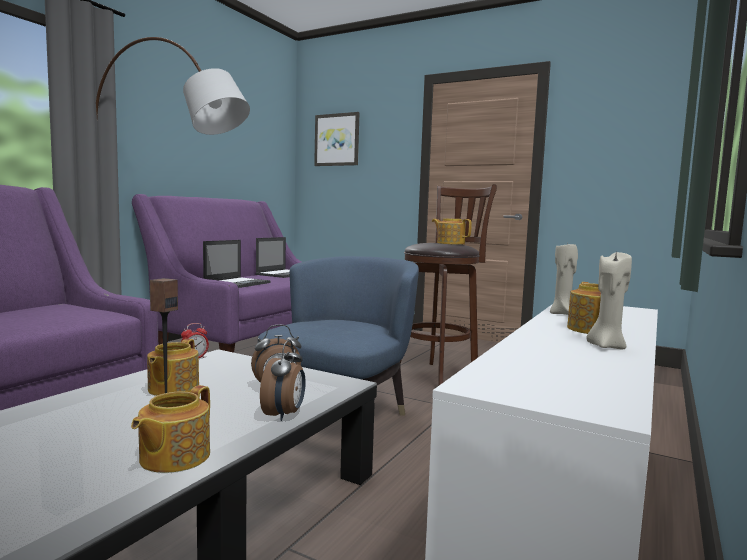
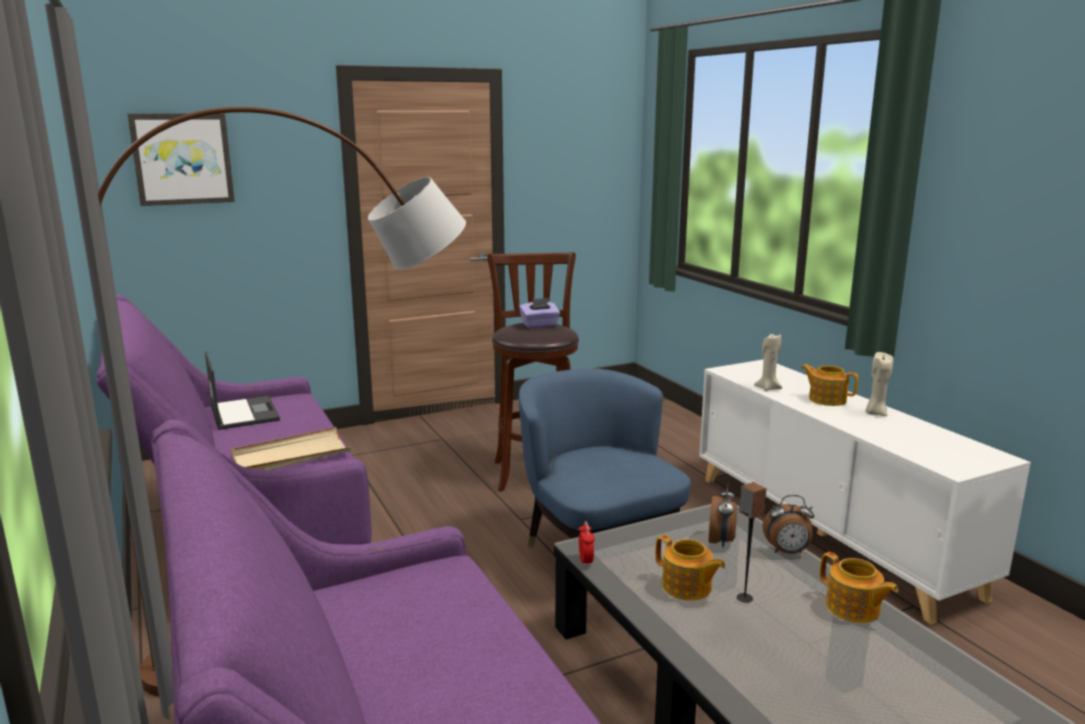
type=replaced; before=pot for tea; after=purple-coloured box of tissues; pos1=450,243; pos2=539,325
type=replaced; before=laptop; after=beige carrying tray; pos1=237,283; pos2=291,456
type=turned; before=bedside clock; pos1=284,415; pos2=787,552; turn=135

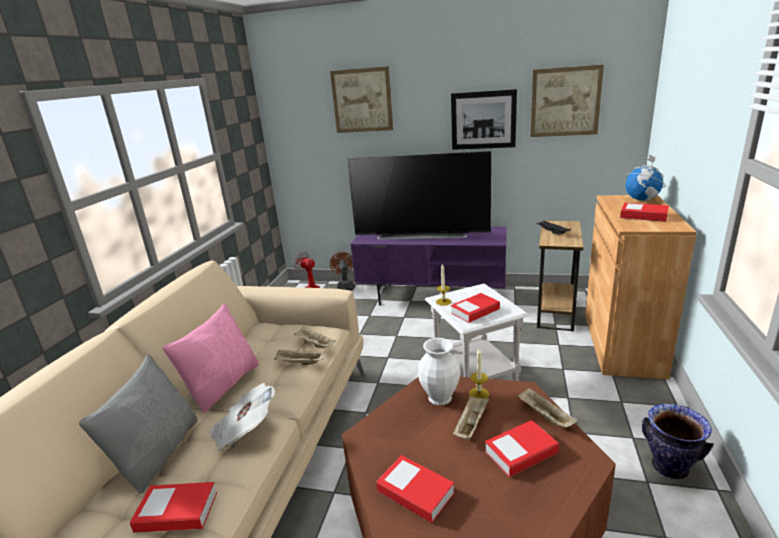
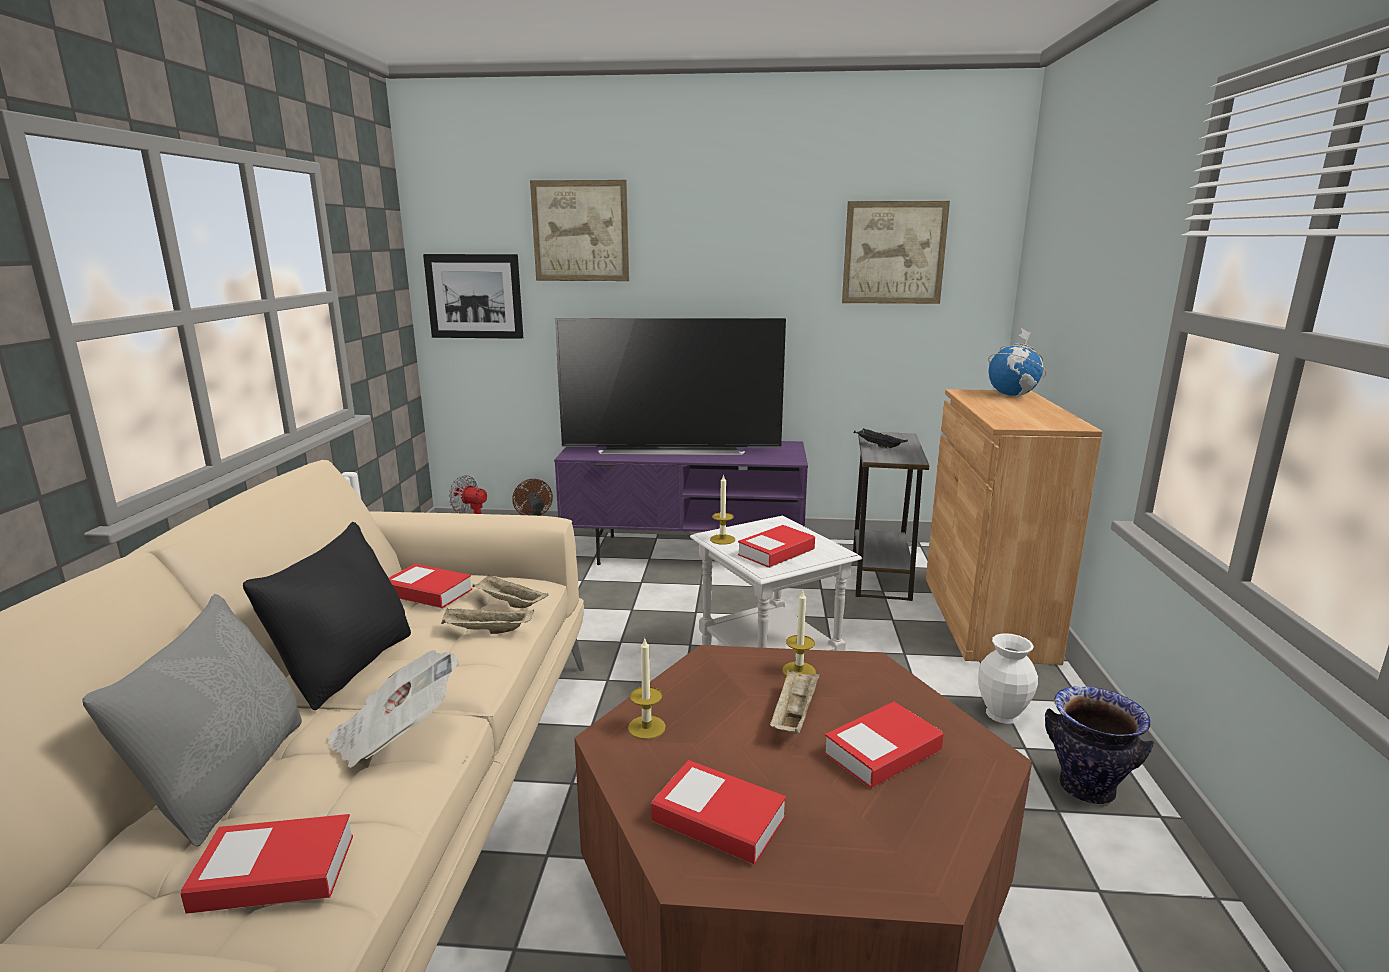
type=moved; before=picture; pos1=483,120; pos2=474,296
type=moved; before=book; pos1=643,216; pos2=428,592
type=recoloured; before=brownish accent table; after=greyish accent table; pos1=555,312; pos2=880,575
type=recoloured; before=pink-coloured throw pillow; after=black throw pillow; pos1=224,385; pos2=348,667
type=moved; before=whitish flower vase; pos1=439,396; pos2=1001,713
type=removed; before=beige carrying tray; pos1=544,416
type=added; after=wax light; pos2=646,727

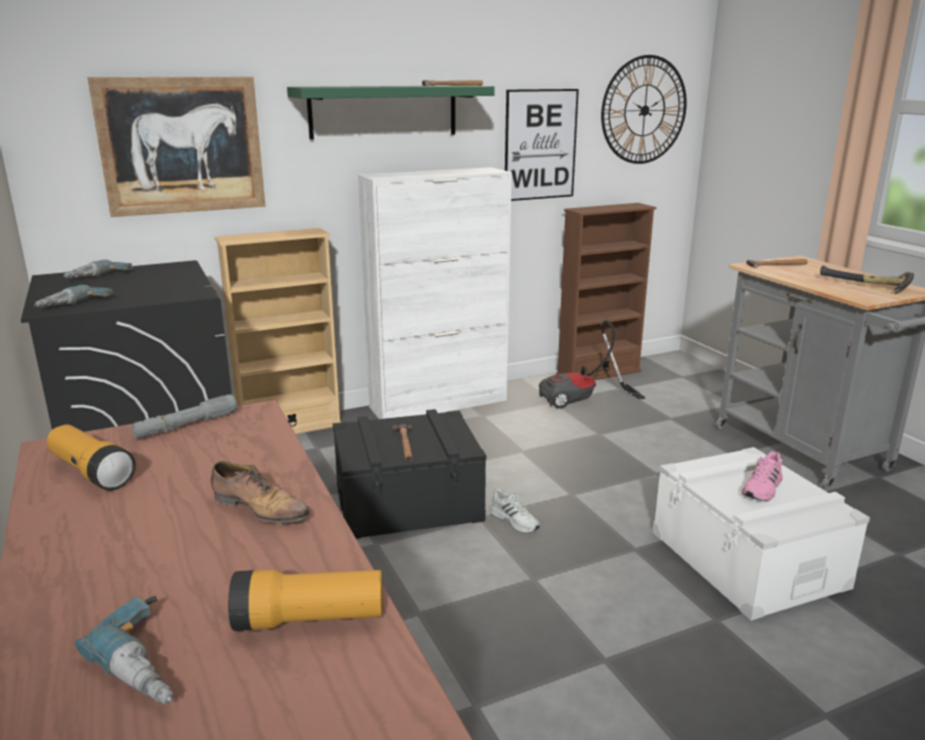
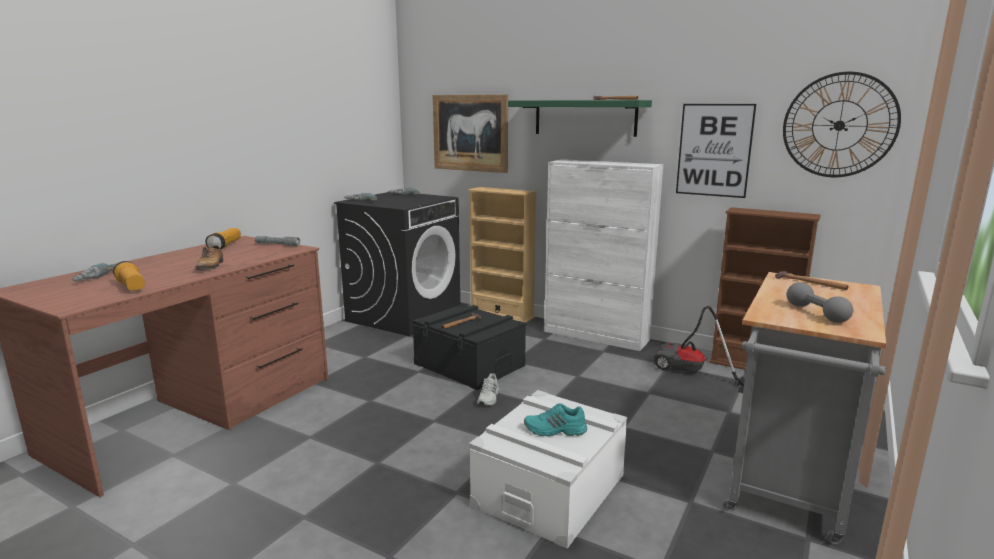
type=replaced; before=hand hammer; after=greyish dumbbell; pos1=864,286; pos2=816,313
type=recoloured; before=pink-coloured low shoe; after=turquoise low shoe; pos1=763,489; pos2=555,430

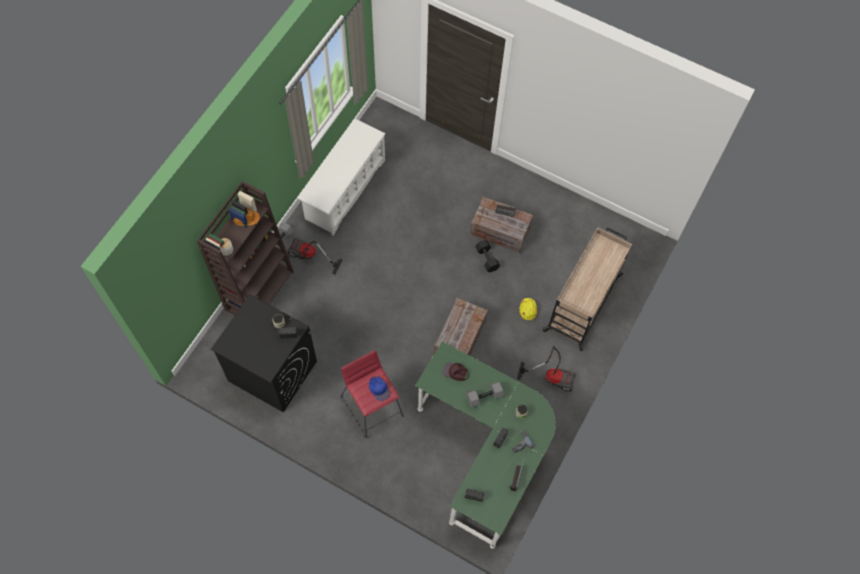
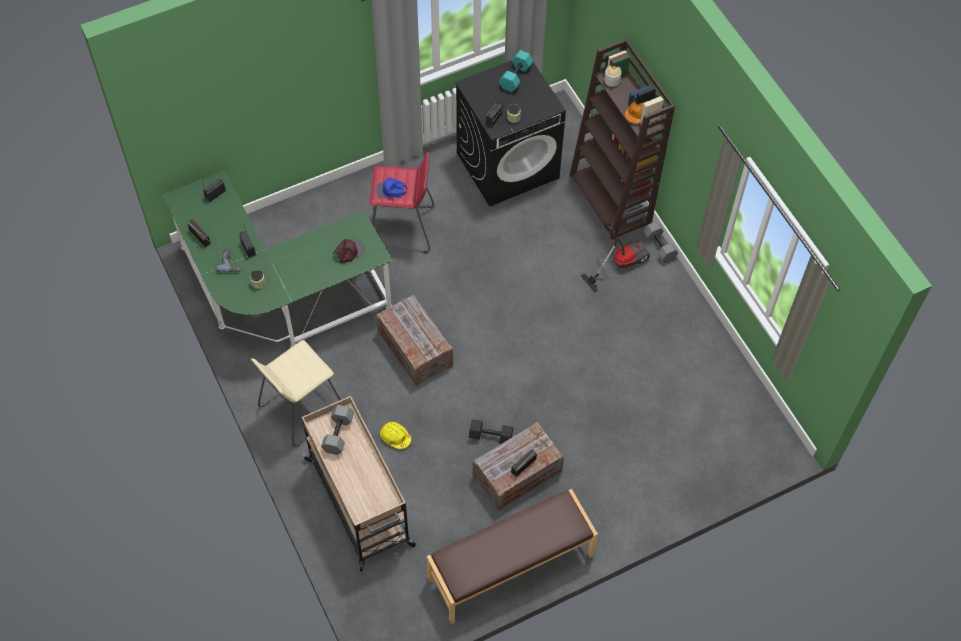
type=removed; before=whitish shoe rack; pos1=345,189
type=replaced; before=hoover; after=beige stool seat; pos1=551,376; pos2=301,409
type=moved; before=greyish dumbbell; pos1=484,396; pos2=339,434
type=added; after=turquoise dumbbell; pos2=515,76
type=added; after=brownish long seat; pos2=511,567

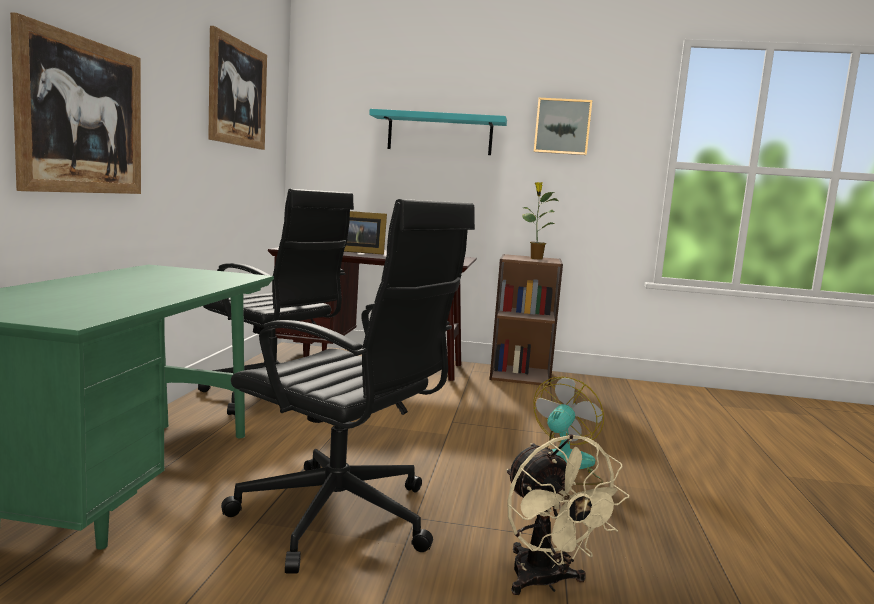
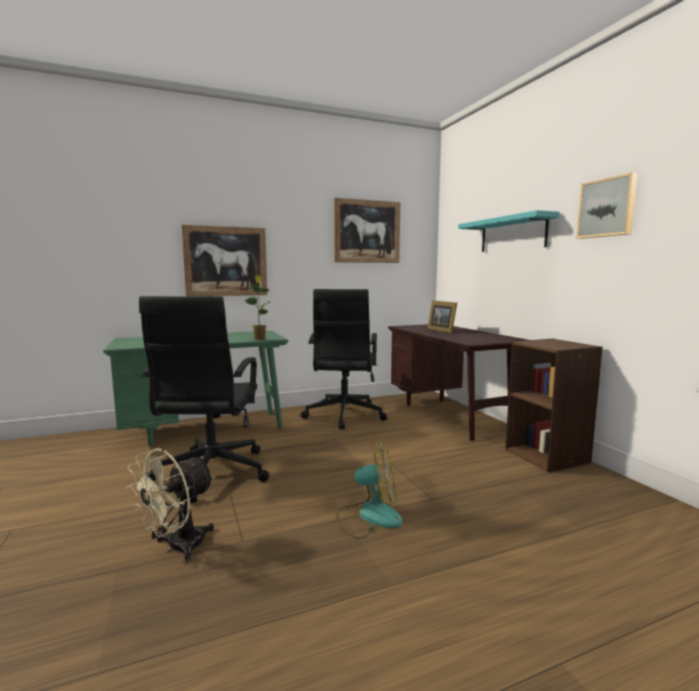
type=moved; before=plant in a pot; pos1=535,258; pos2=259,339

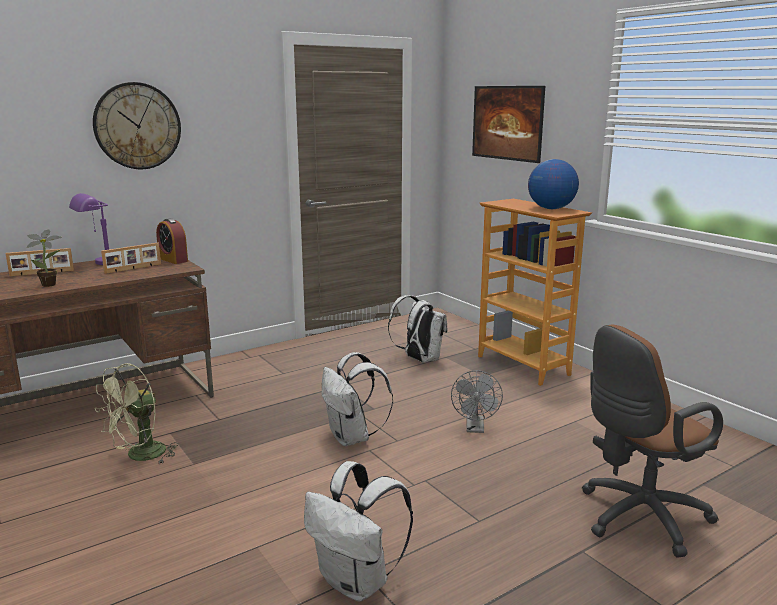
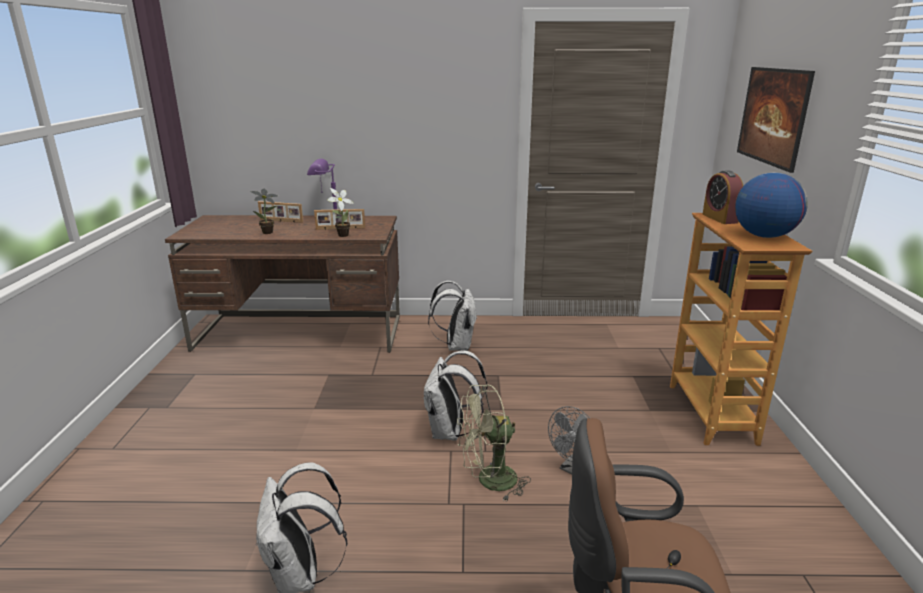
type=removed; before=hanging clock; pos1=137,126
type=moved; before=bedside clock; pos1=173,260; pos2=719,218
type=moved; before=whitish knapsack; pos1=419,359; pos2=456,346
type=moved; before=green-coloured fan; pos1=140,456; pos2=489,482
type=added; after=plant in a pot; pos2=341,235

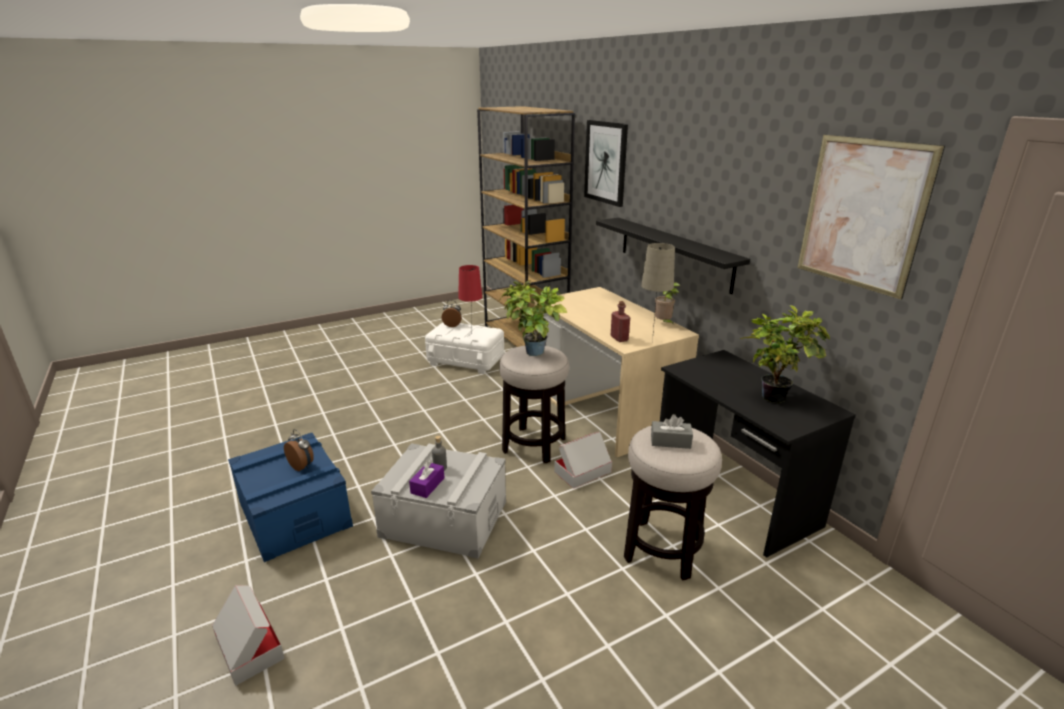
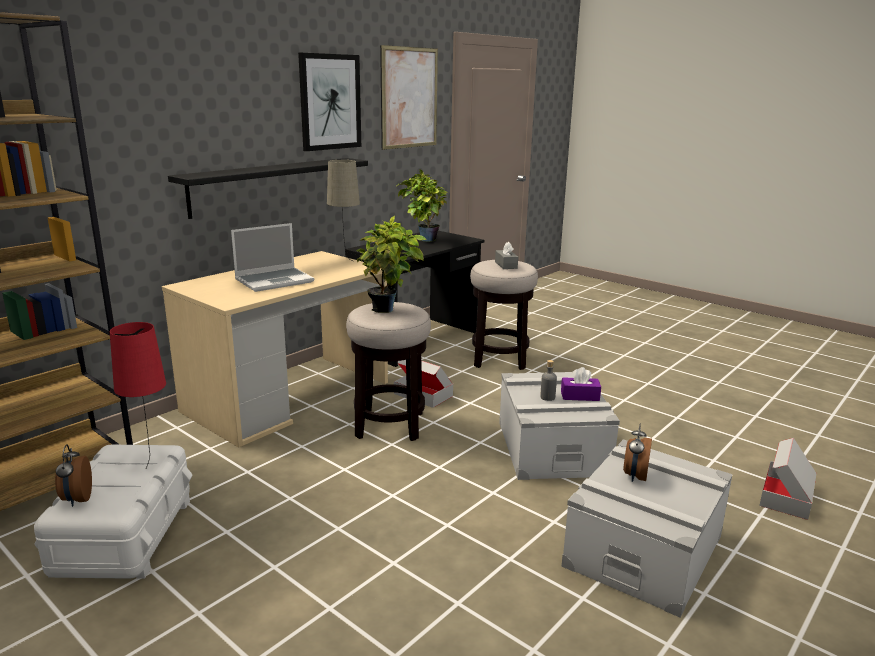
type=moved; before=picture; pos1=606,162; pos2=330,102
type=removed; before=plant in a pot; pos1=663,323
type=removed; before=red-coloured bottle; pos1=619,338
type=recoloured; before=bluish storage container; after=greyish storage container; pos1=294,514; pos2=644,551
type=added; after=laptop; pos2=275,281

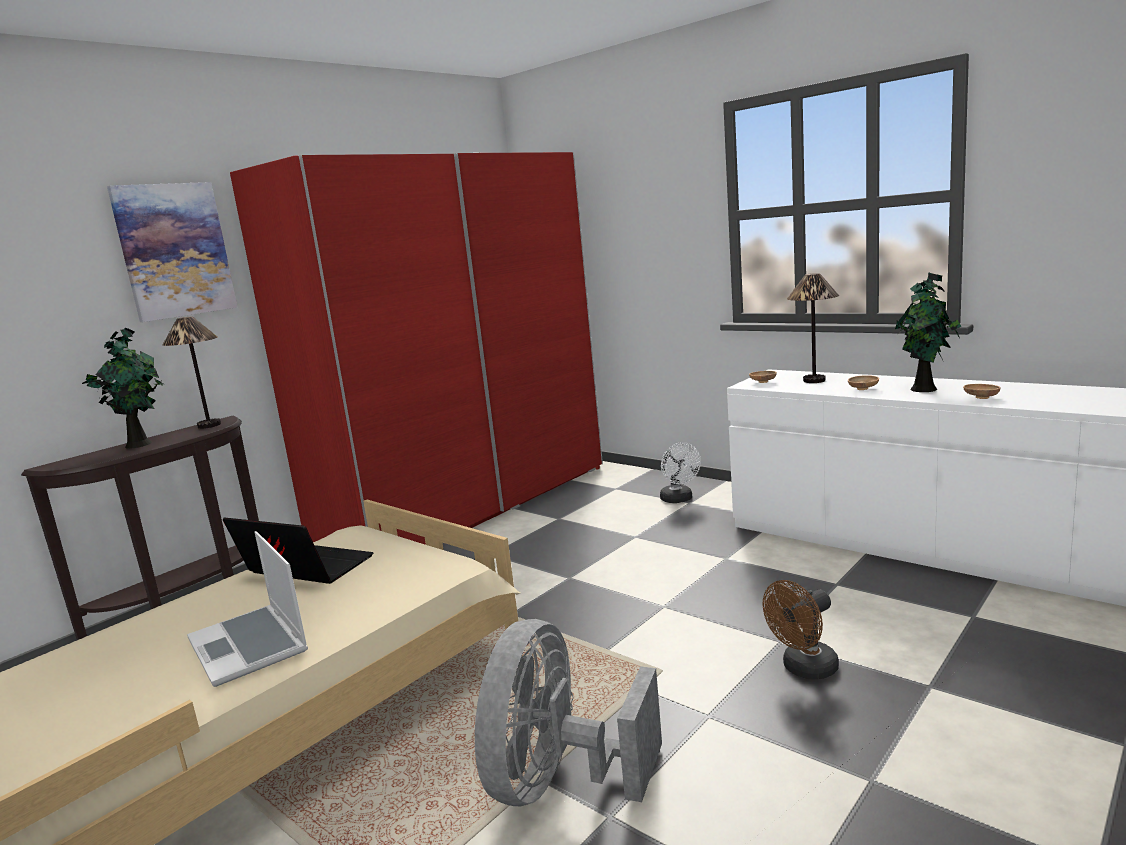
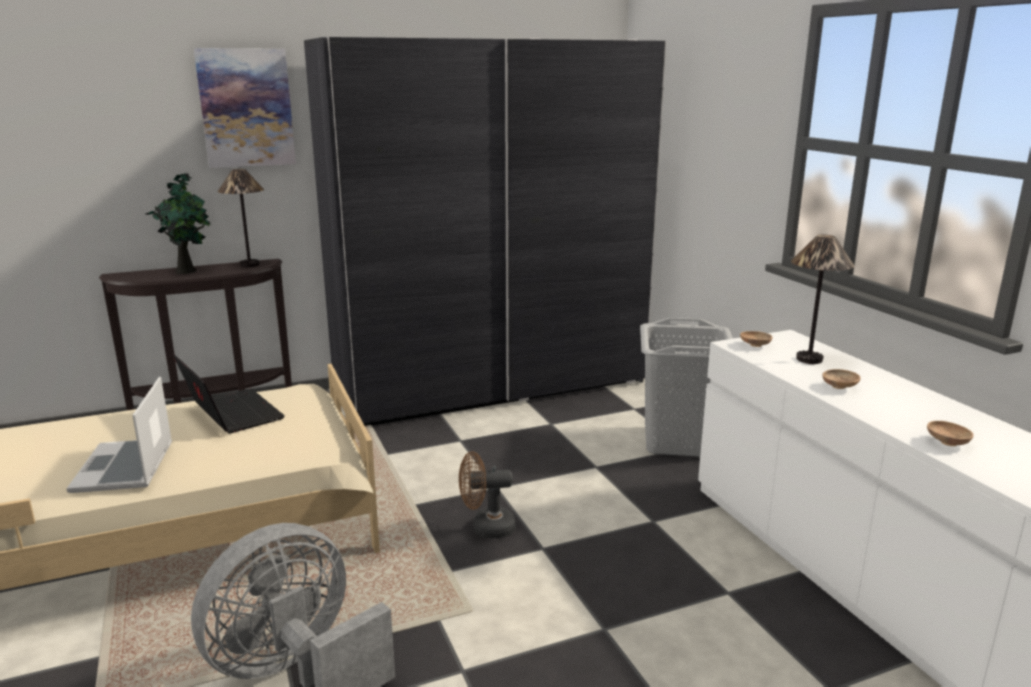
type=recoloured; before=red-coloured wardrobe; after=greyish wardrobe; pos1=468,506; pos2=491,386
type=removed; before=plant in a pot; pos1=925,389
type=replaced; before=whitish fan; after=greyish hamper; pos1=679,499; pos2=679,441
type=moved; before=brownish fan; pos1=804,669; pos2=486,528

